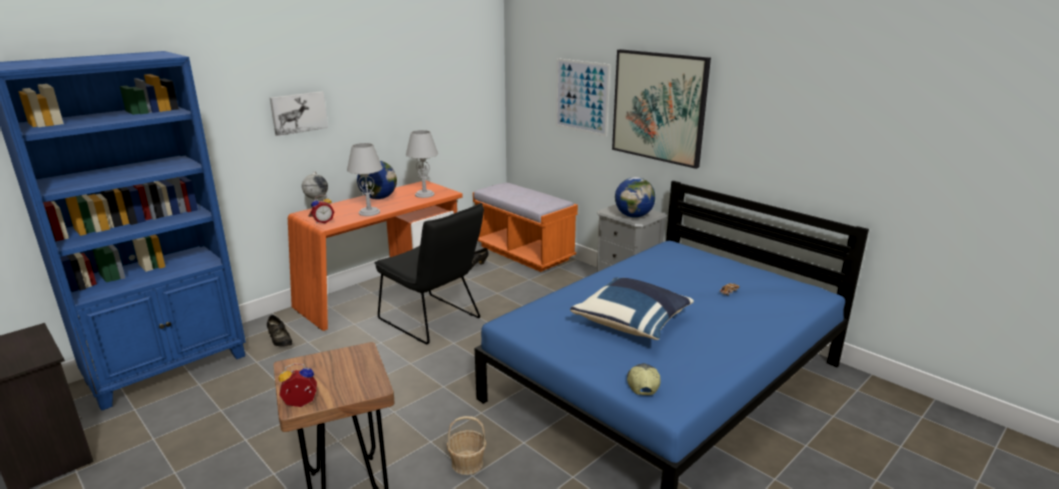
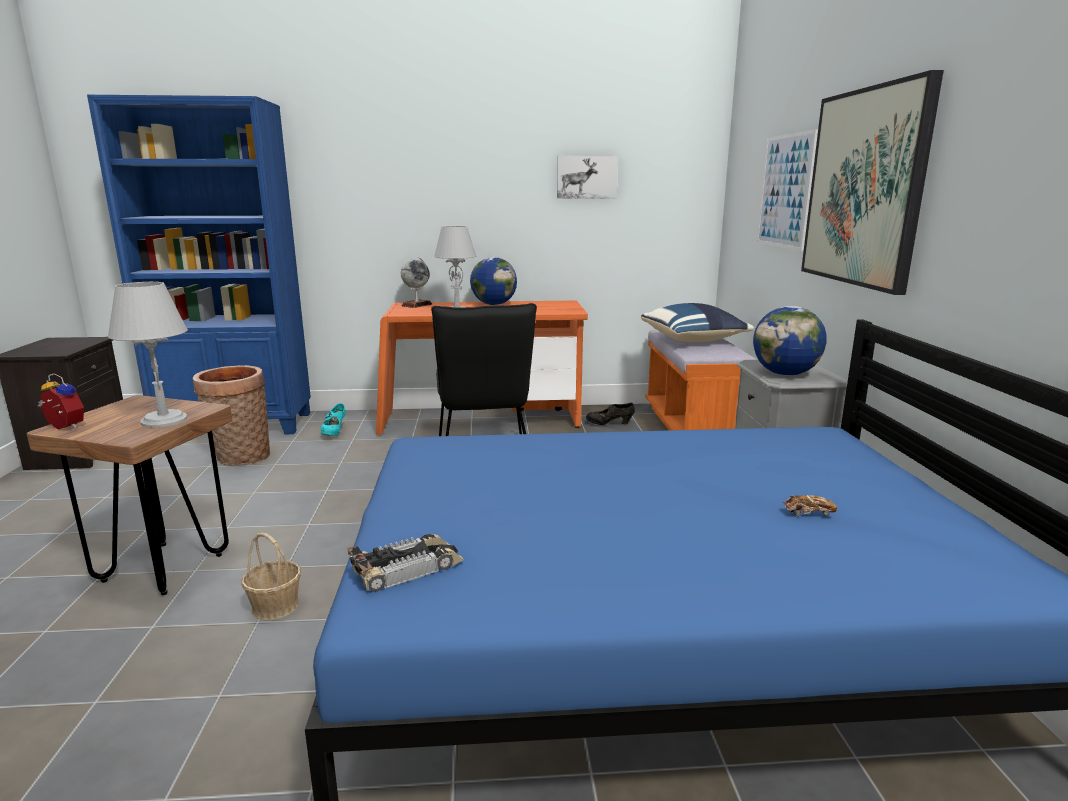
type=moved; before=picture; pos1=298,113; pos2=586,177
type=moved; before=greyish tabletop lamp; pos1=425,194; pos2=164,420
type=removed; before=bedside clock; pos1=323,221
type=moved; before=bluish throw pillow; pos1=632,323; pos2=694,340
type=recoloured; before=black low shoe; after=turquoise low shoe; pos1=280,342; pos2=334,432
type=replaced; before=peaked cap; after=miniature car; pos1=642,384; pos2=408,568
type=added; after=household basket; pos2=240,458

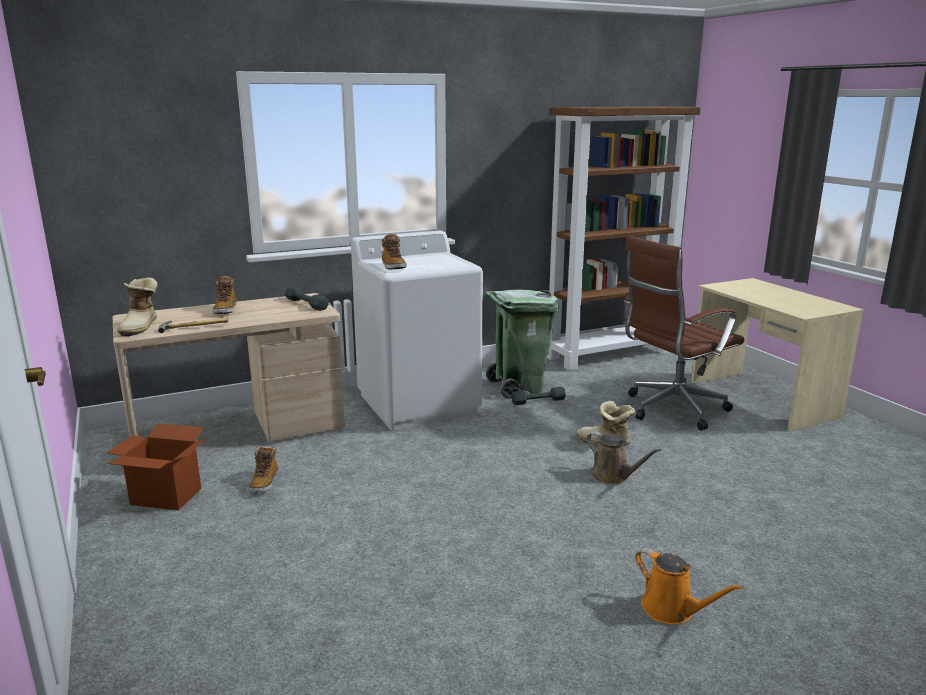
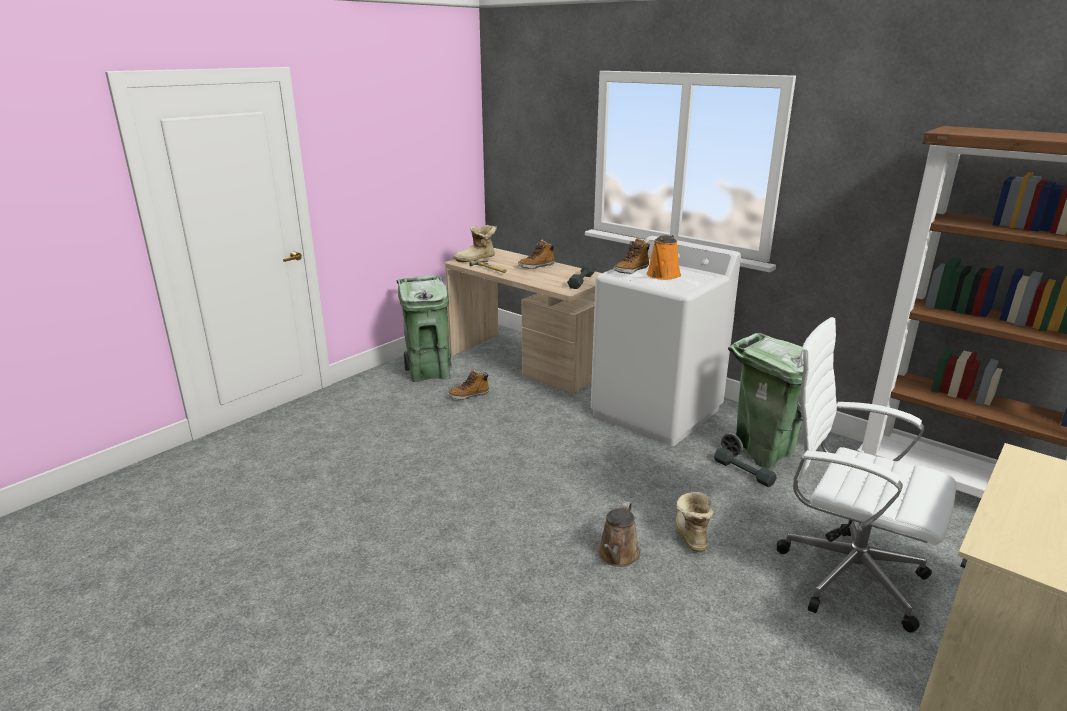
type=recoloured; before=brownish computer chair; after=whitish computer chair; pos1=671,410; pos2=843,574
type=replaced; before=carton; after=green-coloured rubbish bin; pos1=165,496; pos2=429,373
type=moved; before=orange-coloured watering pot; pos1=672,610; pos2=662,275

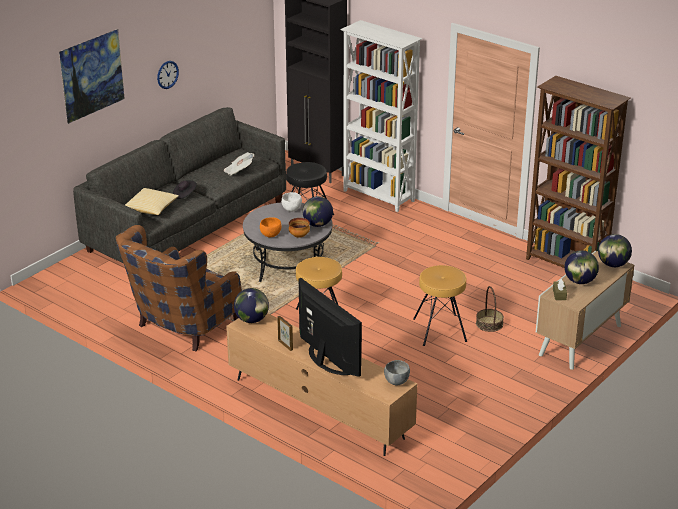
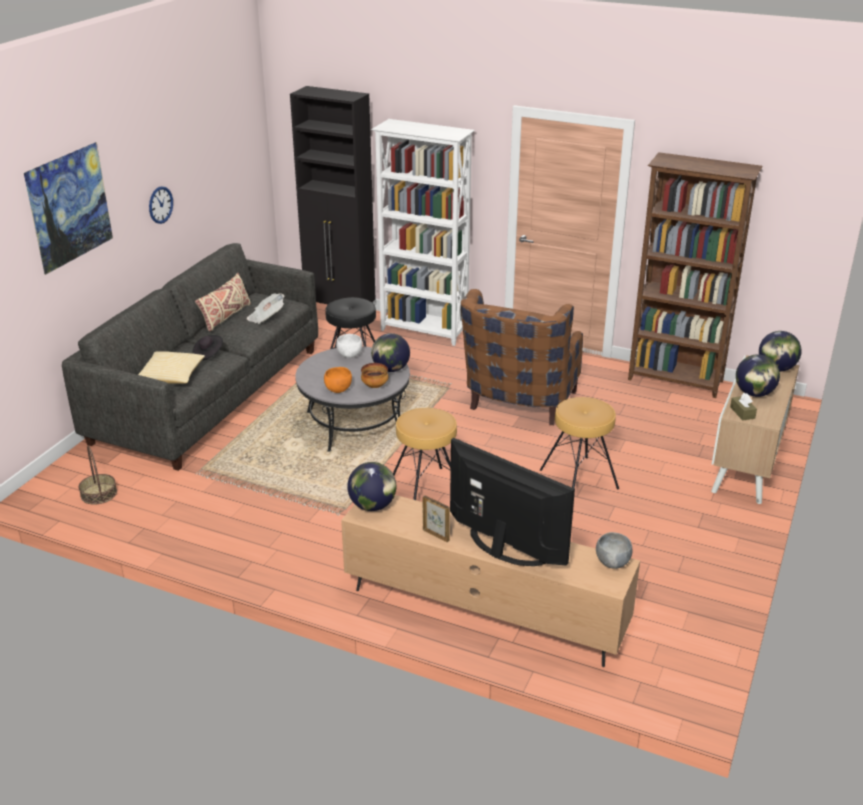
type=moved; before=brownish easy chair; pos1=180,328; pos2=518,405
type=moved; before=household basket; pos1=489,324; pos2=98,494
type=added; after=beige throw pillow; pos2=225,317

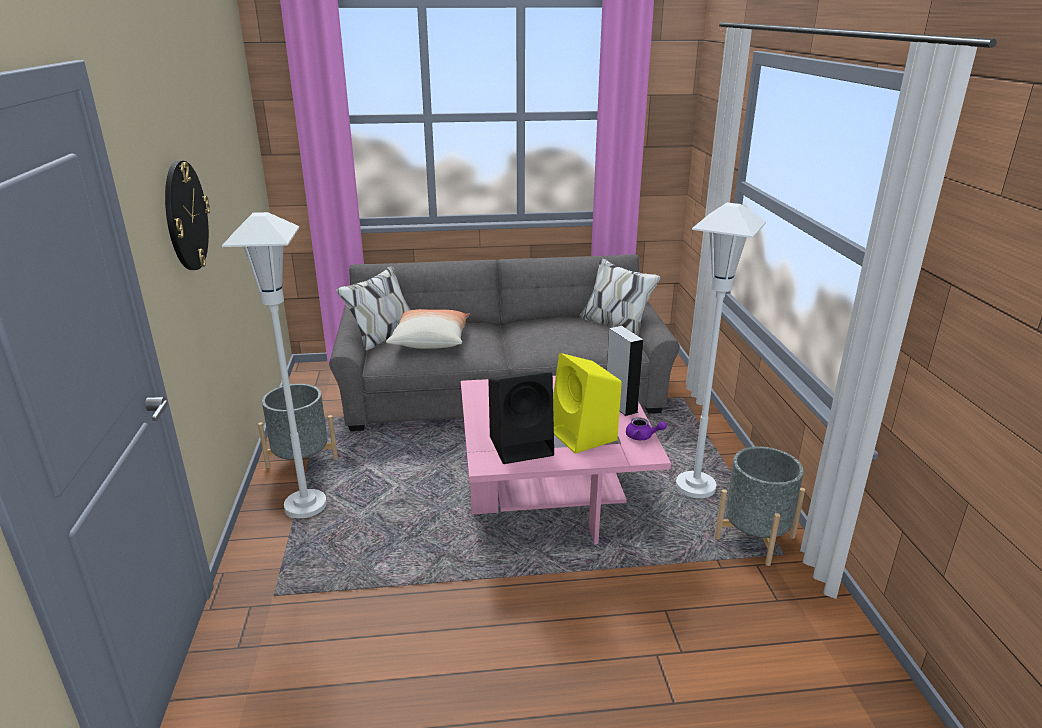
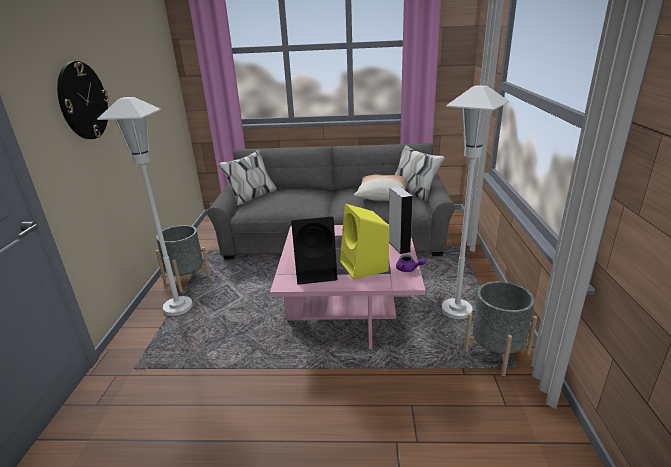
type=moved; before=throw pillow; pos1=430,340; pos2=382,195

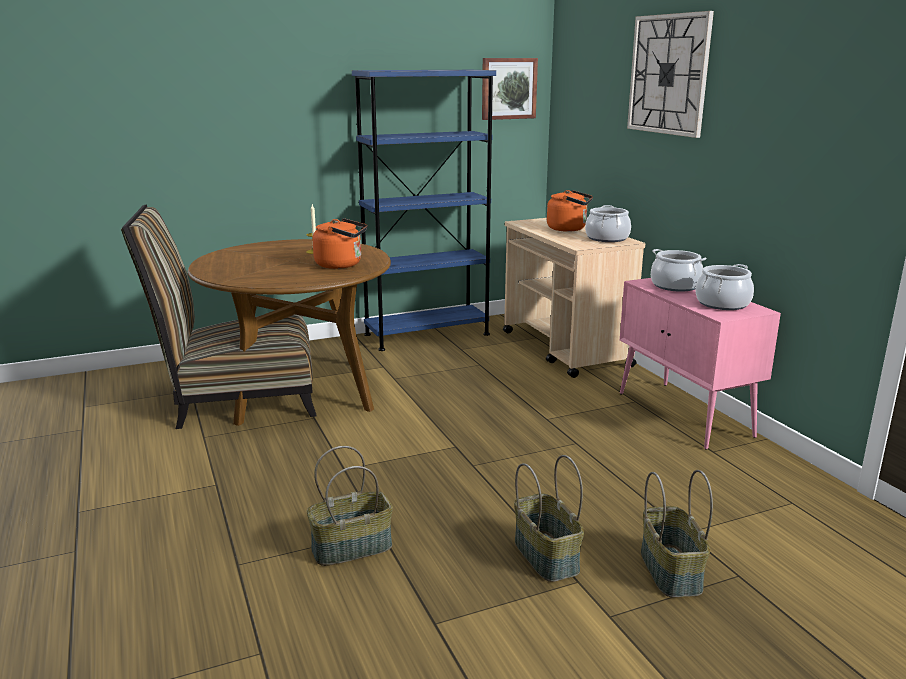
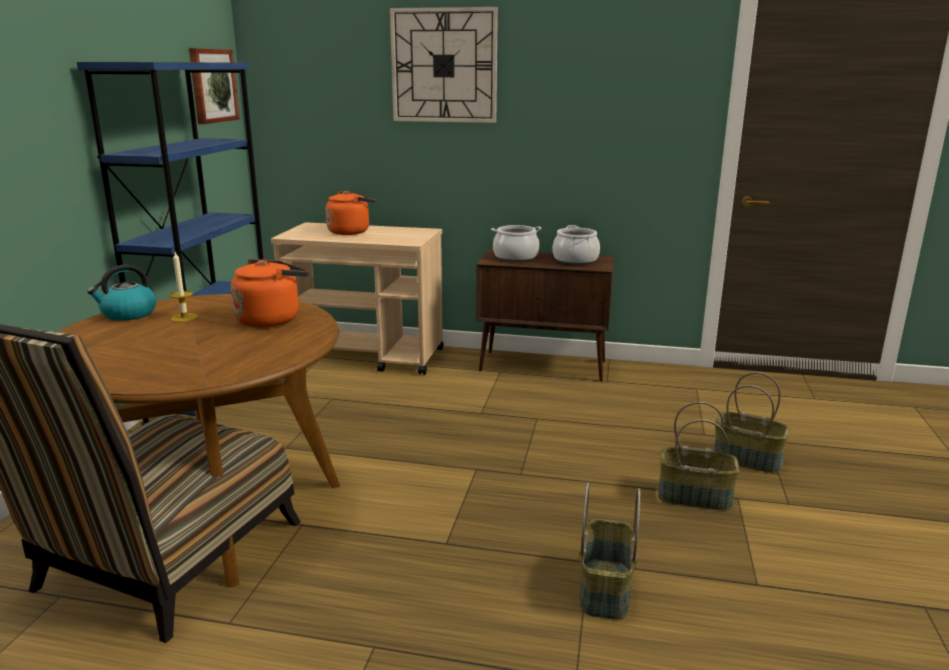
type=removed; before=cooking pot; pos1=607,238
type=recoloured; before=pink-coloured cupboard; after=brownish cupboard; pos1=685,415; pos2=544,366
type=added; after=kettle; pos2=128,314

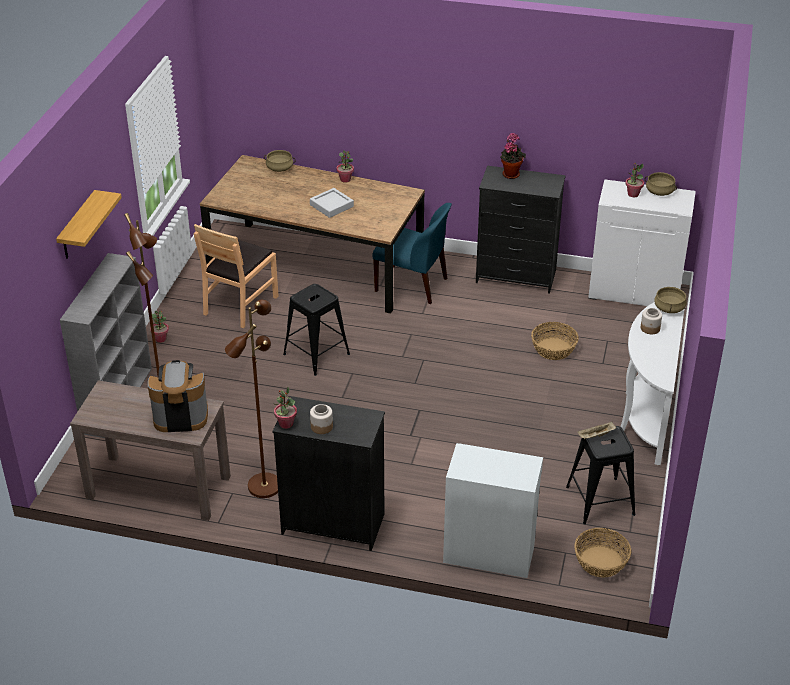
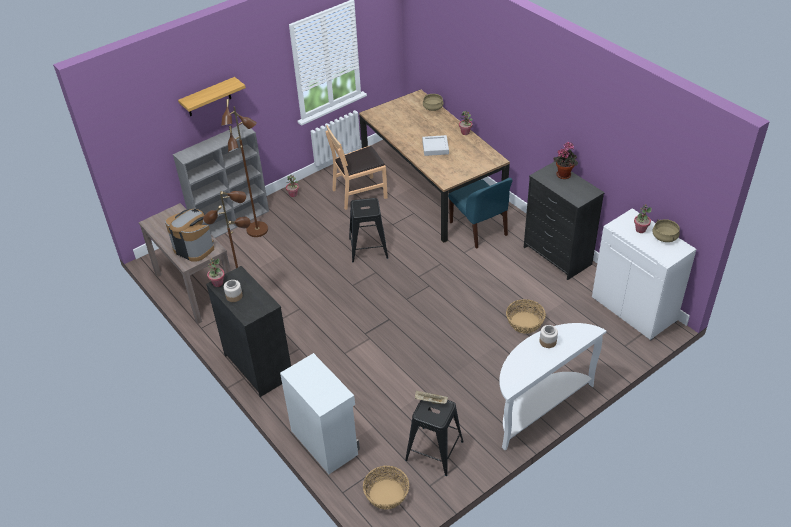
type=removed; before=beige cooking pot; pos1=669,308

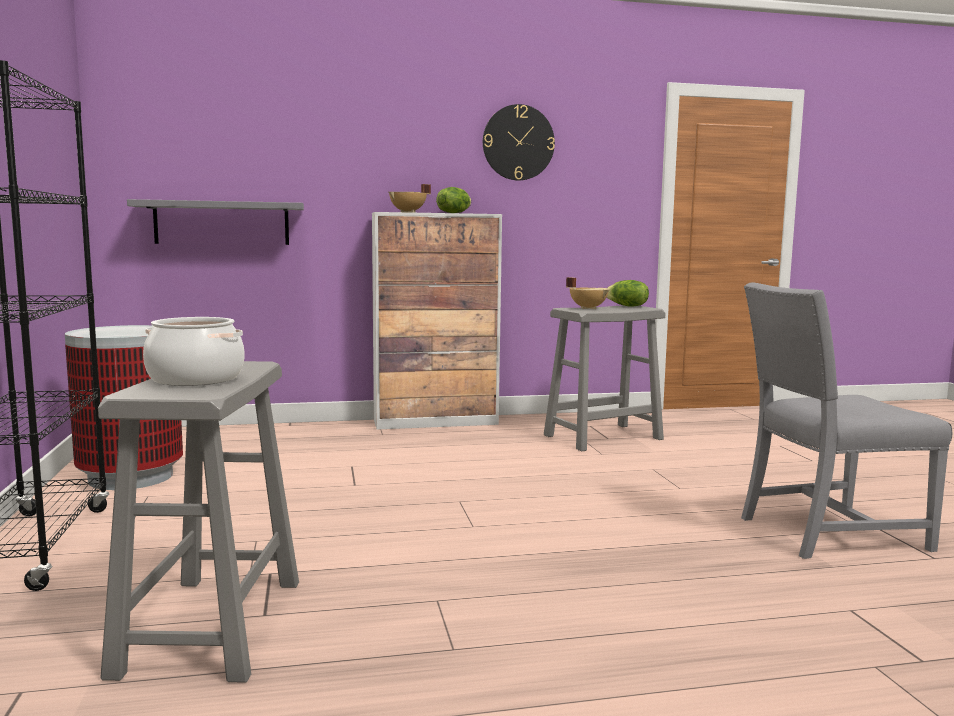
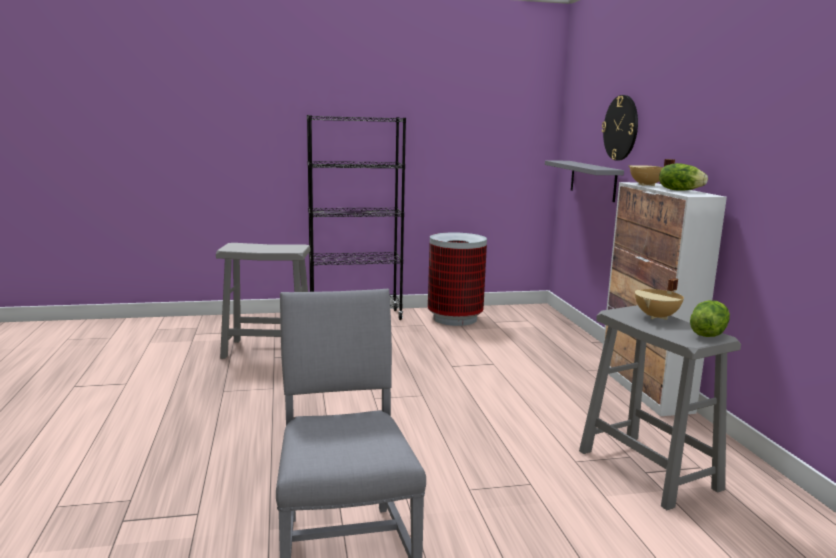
type=moved; before=hanging clock; pos1=518,142; pos2=621,128
type=removed; before=cooking pot; pos1=195,379

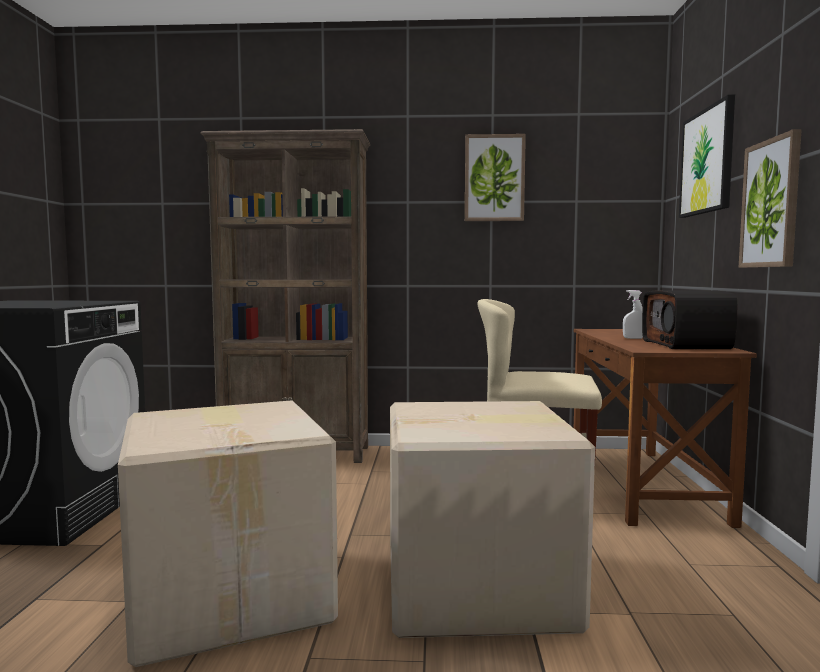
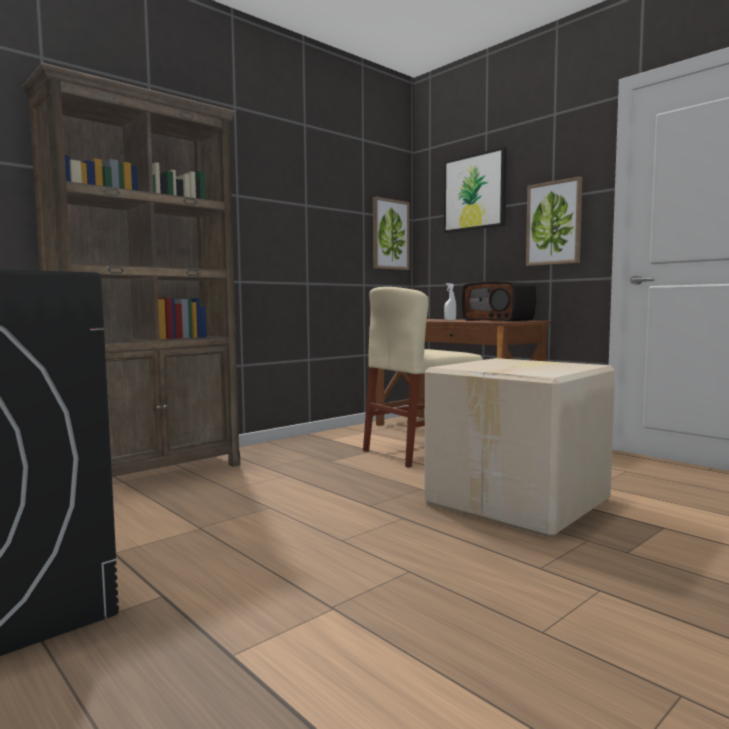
type=moved; before=picture; pos1=494,178; pos2=390,234
type=removed; before=carton; pos1=232,595

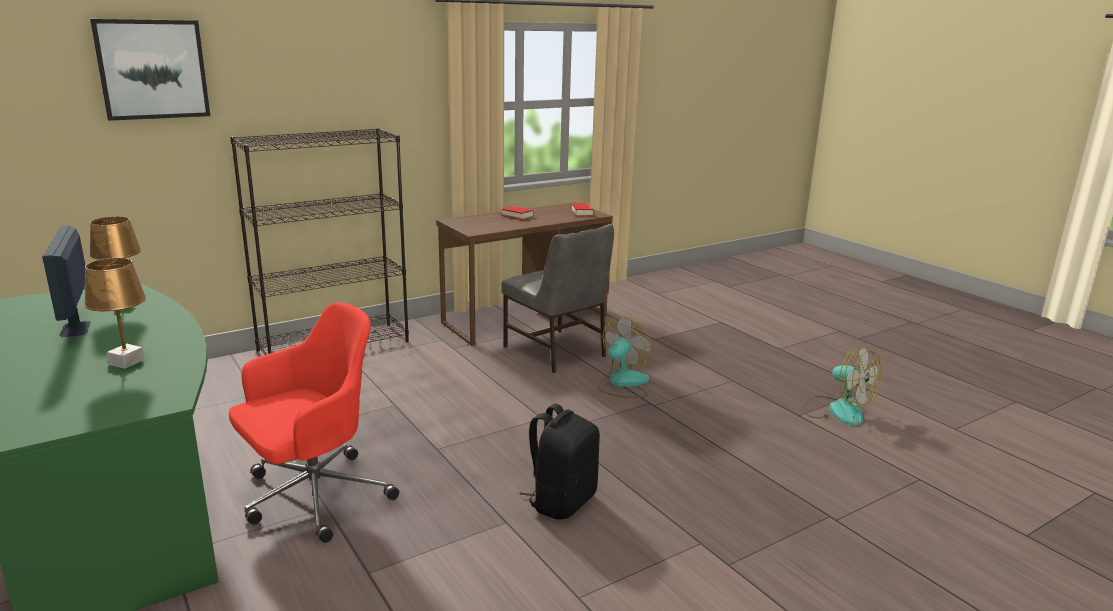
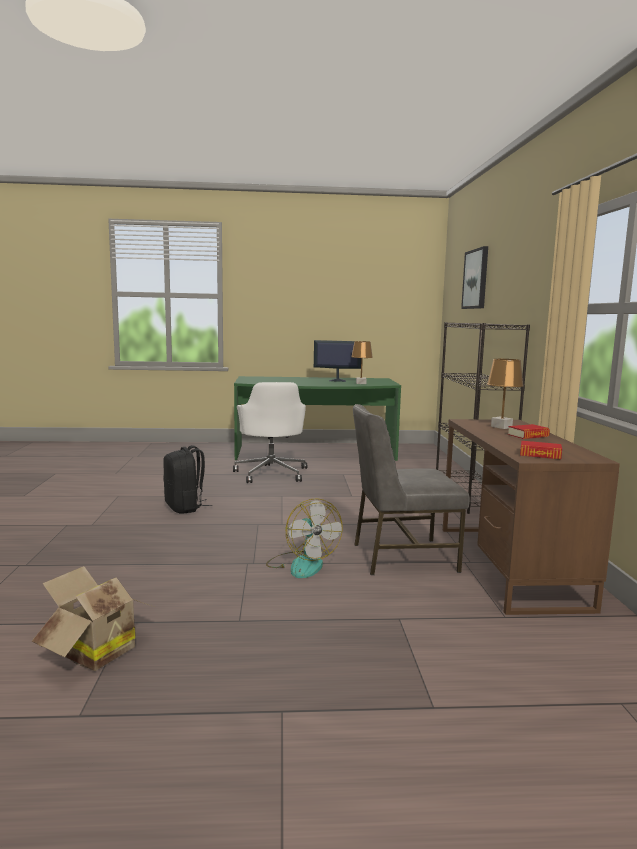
type=moved; before=brownish tabletop lamp; pos1=127,362; pos2=501,427
type=recoloured; before=red-coloured computer chair; after=whitish computer chair; pos1=313,497; pos2=271,473
type=replaced; before=fan; after=carton; pos1=837,410; pos2=93,652

